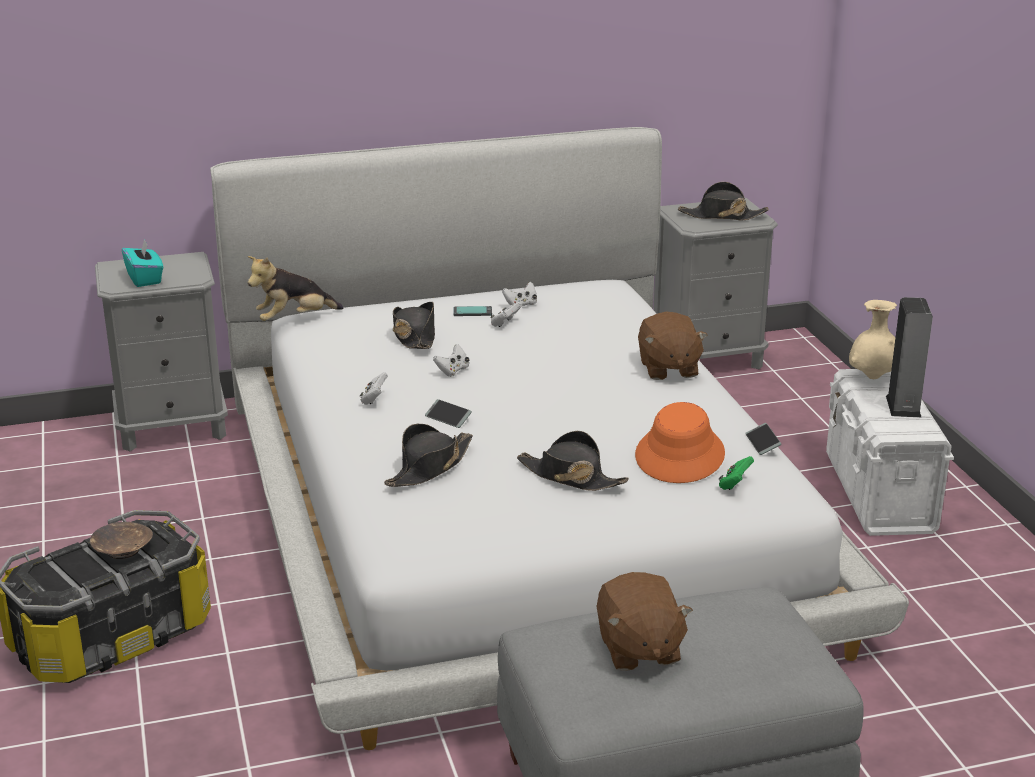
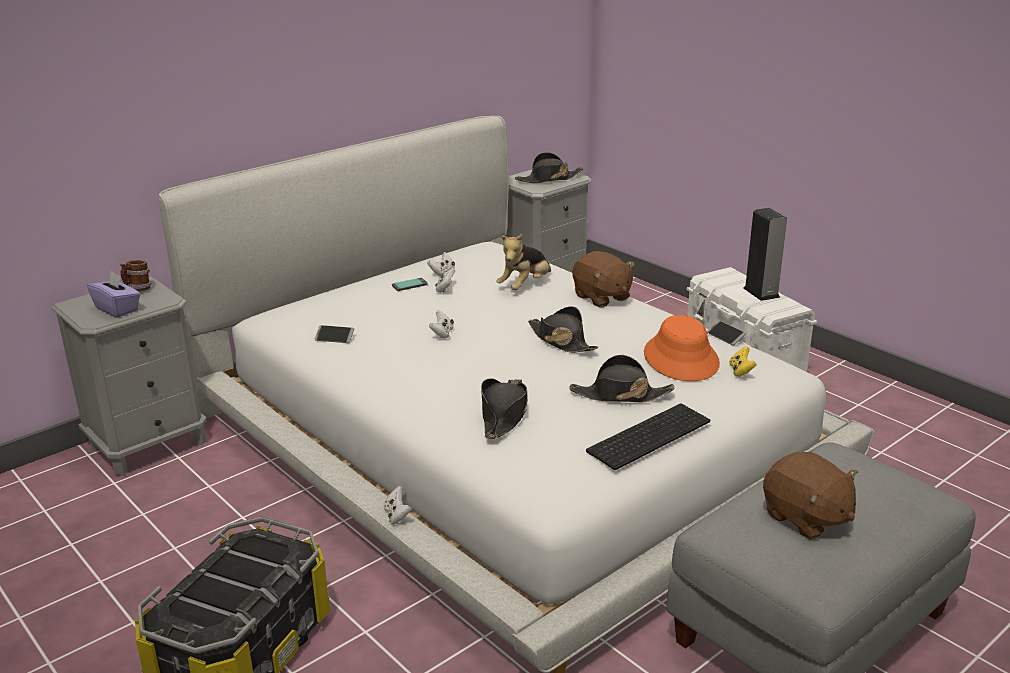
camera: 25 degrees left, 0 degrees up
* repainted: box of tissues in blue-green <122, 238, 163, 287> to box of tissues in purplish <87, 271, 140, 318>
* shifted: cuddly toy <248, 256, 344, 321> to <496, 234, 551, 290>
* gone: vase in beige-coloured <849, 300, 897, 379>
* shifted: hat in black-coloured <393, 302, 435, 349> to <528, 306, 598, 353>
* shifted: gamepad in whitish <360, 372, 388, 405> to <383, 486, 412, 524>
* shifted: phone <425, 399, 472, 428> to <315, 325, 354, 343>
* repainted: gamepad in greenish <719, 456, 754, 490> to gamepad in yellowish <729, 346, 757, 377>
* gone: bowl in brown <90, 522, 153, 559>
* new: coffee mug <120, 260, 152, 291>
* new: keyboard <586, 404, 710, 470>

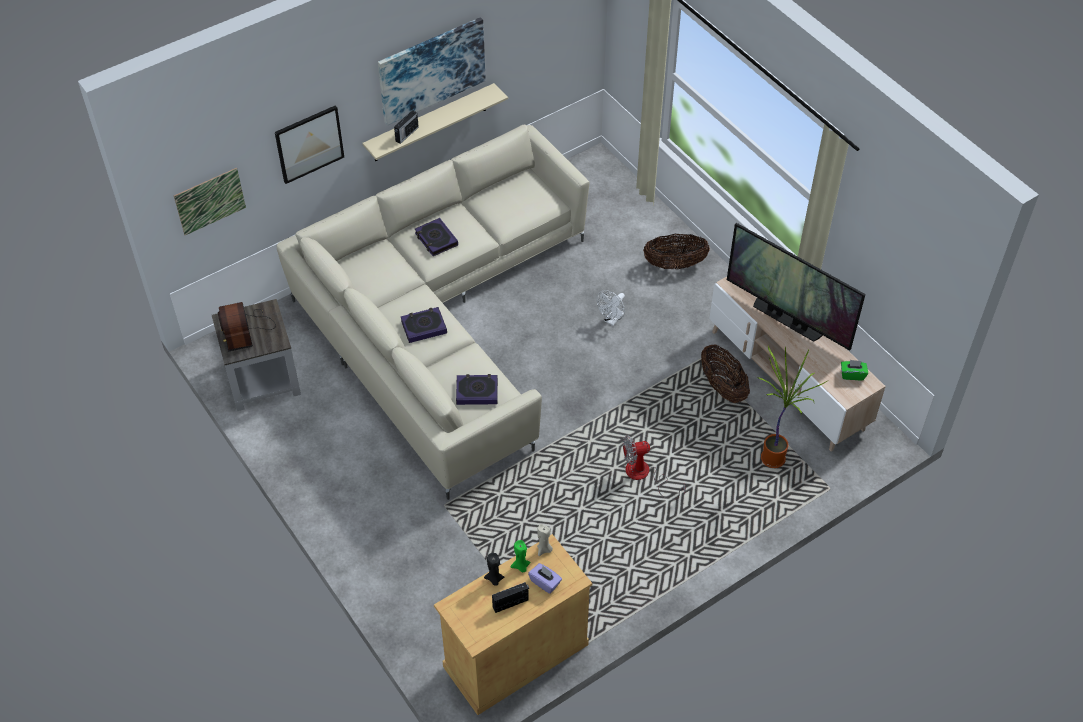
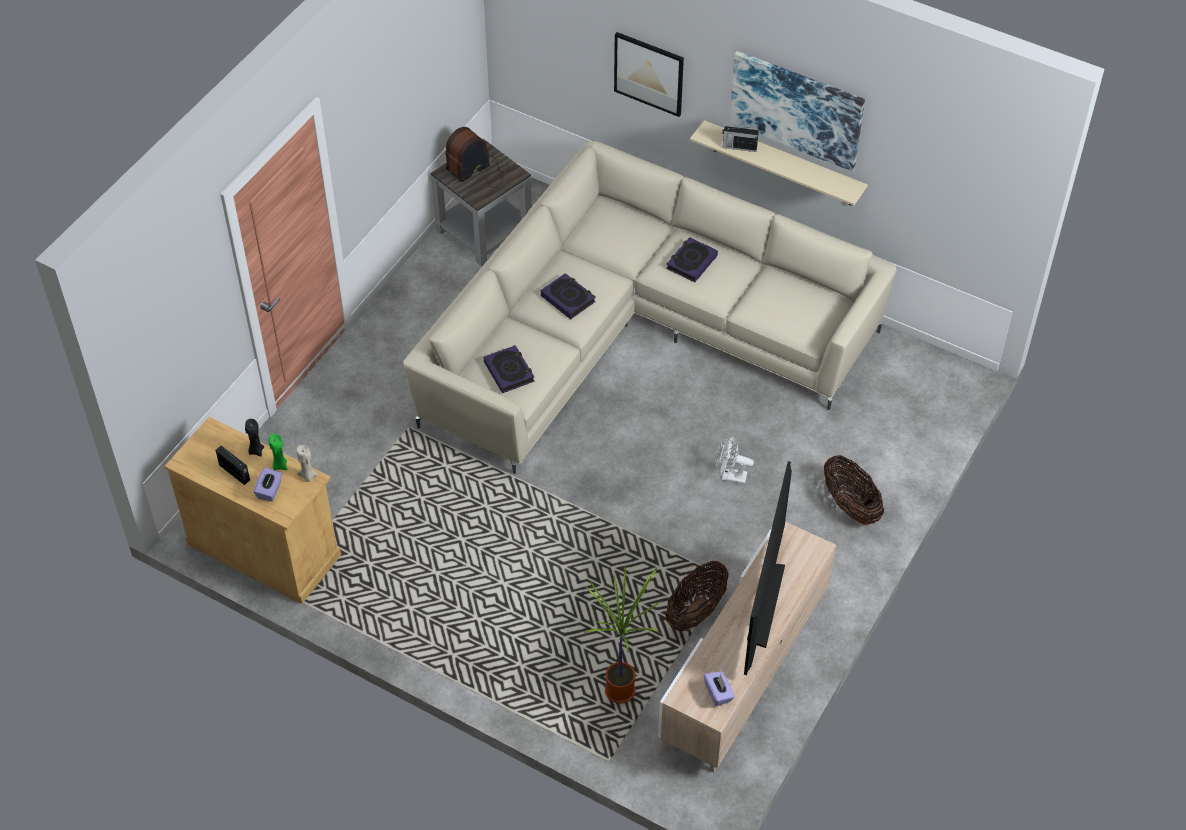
camera: 65 degrees right, 0 degrees up
* gone: wall art <174, 168, 246, 235>
* repainted: box of tissues in greenish <841, 360, 868, 380> to box of tissues in purplish <704, 671, 735, 706>
* gone: electric fan <623, 435, 686, 500>

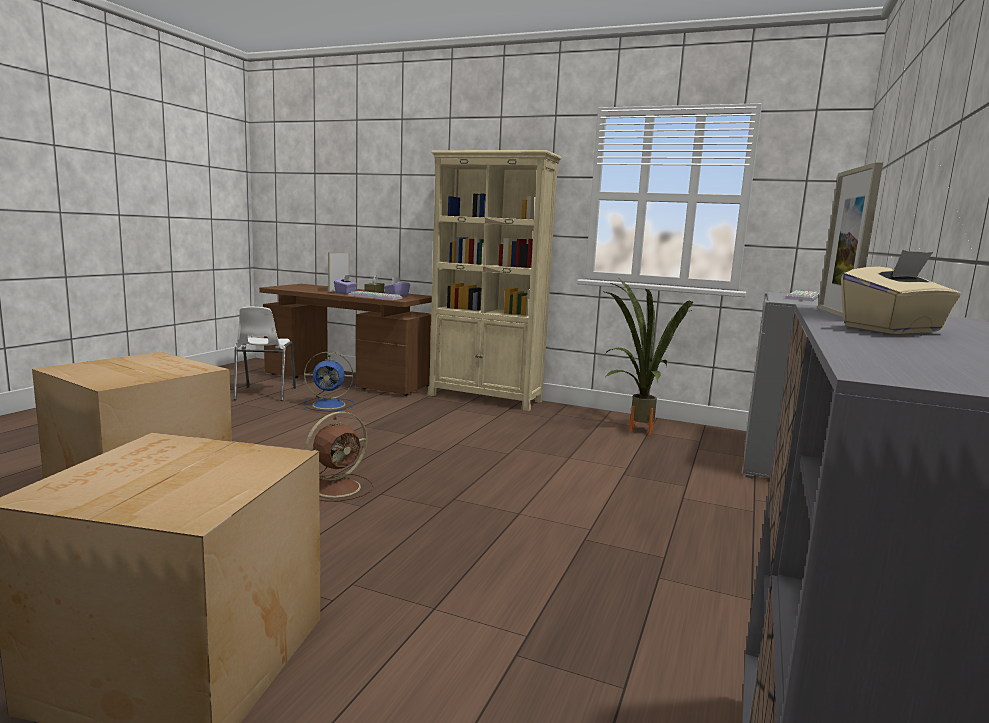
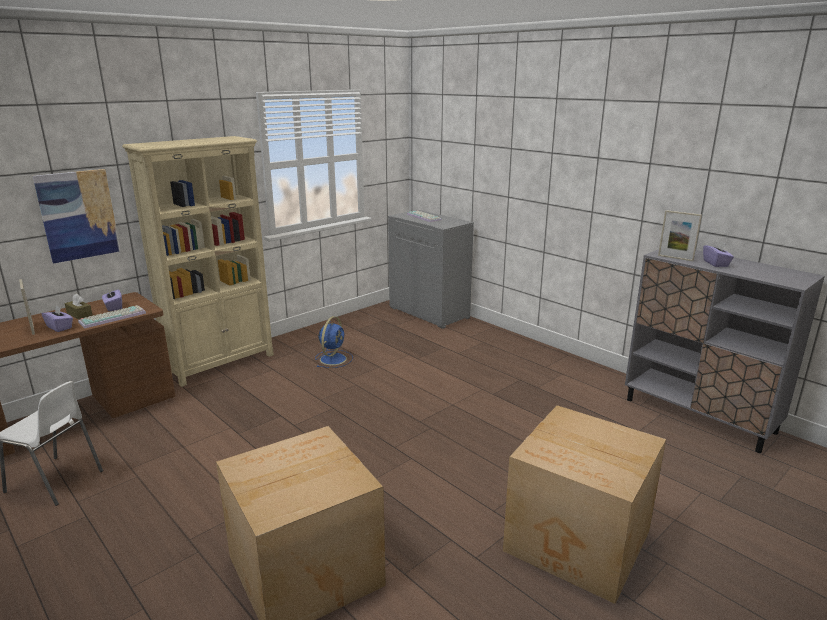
camera: 65 degrees left, 10 degrees up
* repainted: box of tissues in beige-coloured <841, 250, 961, 334> to box of tissues in purplish <703, 241, 734, 267>
* gone: houseplant <604, 279, 694, 435>
* shifted: electric fan in blue-coloured <304, 352, 354, 411> to <315, 316, 353, 368>
* gone: electric fan in brown <304, 412, 373, 502>
* new: wall art <33, 169, 121, 263>

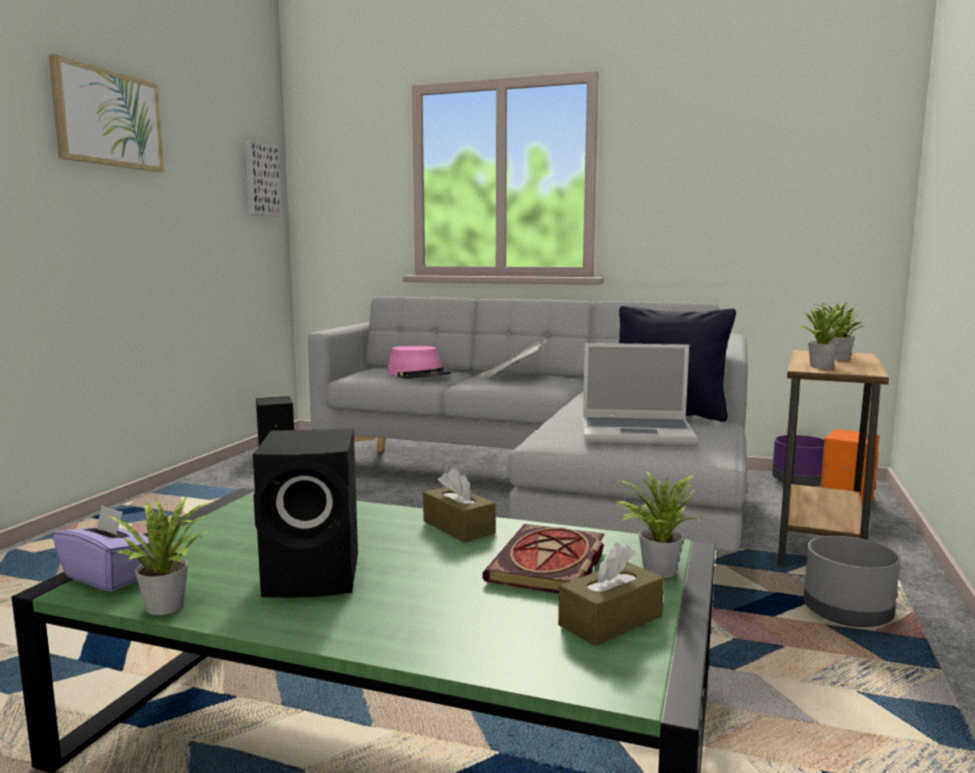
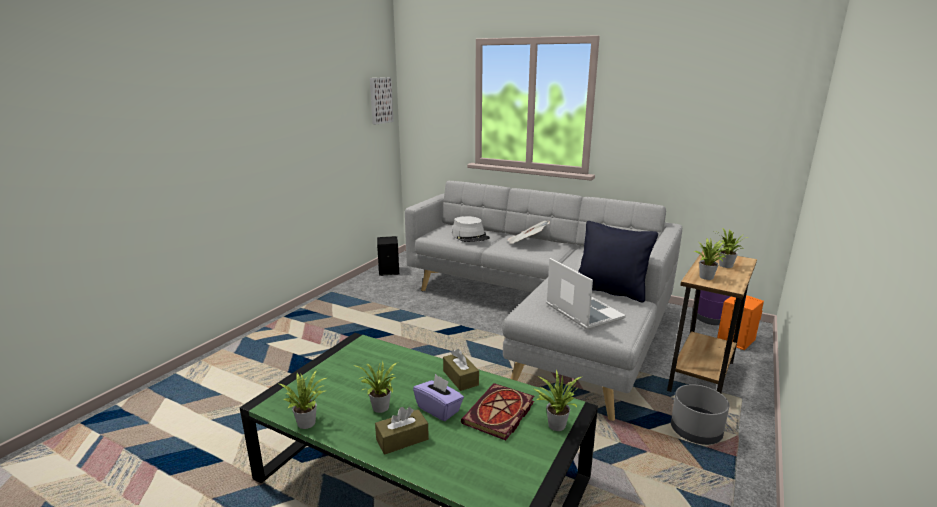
camera: 10 degrees right, 10 degrees up
* gone: wall art <49, 54, 164, 172>
* rotated: notebook computer <583, 343, 698, 445> = <546, 258, 626, 330> 135 degrees counterclockwise
* repainted: hat in pinkish <387, 345, 451, 379> to hat in grey <452, 216, 490, 242>
* swapped: speaker in black-coloured <253, 429, 358, 598> to houseplant <352, 361, 398, 413>
* shifted: box of tissues in purplish <53, 505, 151, 592> to <413, 374, 464, 421>
* shifted: box of tissues in brown <558, 543, 664, 646> to <375, 407, 429, 455>

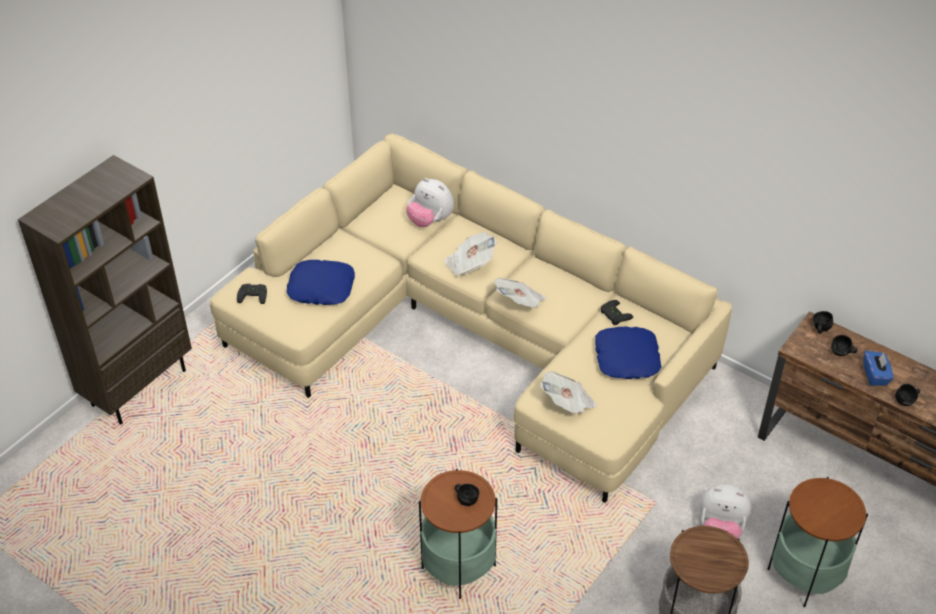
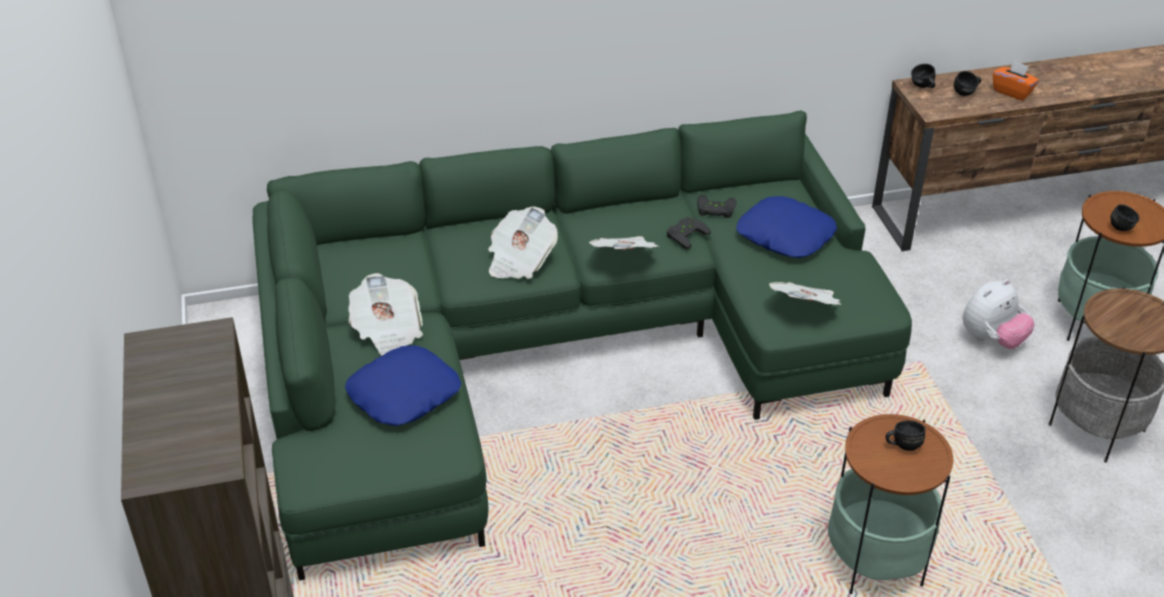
camera: 50 degrees left, 5 degrees down
* repainted: sofa in beige-coloured <210, 133, 732, 503> to sofa in greenish <252, 110, 912, 581>
* gone: cuddly toy <406, 178, 454, 227>
* shifted: gamepad in black-coloured <237, 284, 267, 304> to <667, 217, 711, 250>
* repainted: box of tissues in blue-coloured <863, 350, 894, 386> to box of tissues in orange-coloured <993, 60, 1039, 101>
* shifted: coffee mug in black-coloured <895, 384, 920, 406> to <1110, 205, 1140, 231>
* new: daily paper <348, 273, 423, 356>

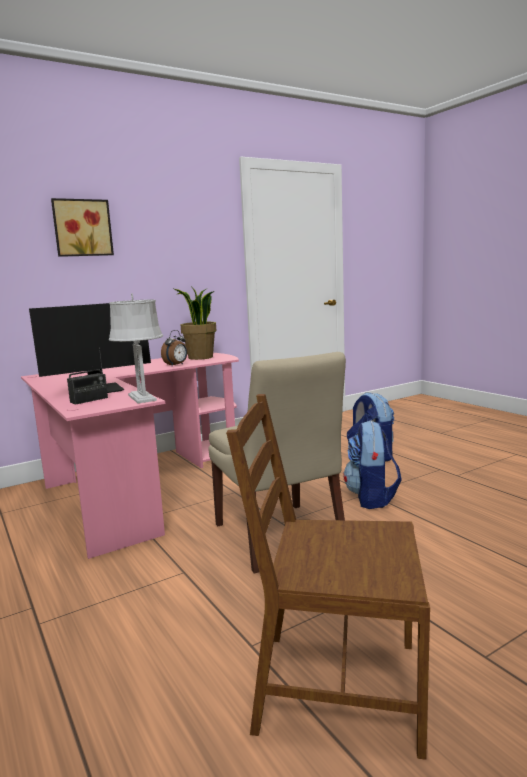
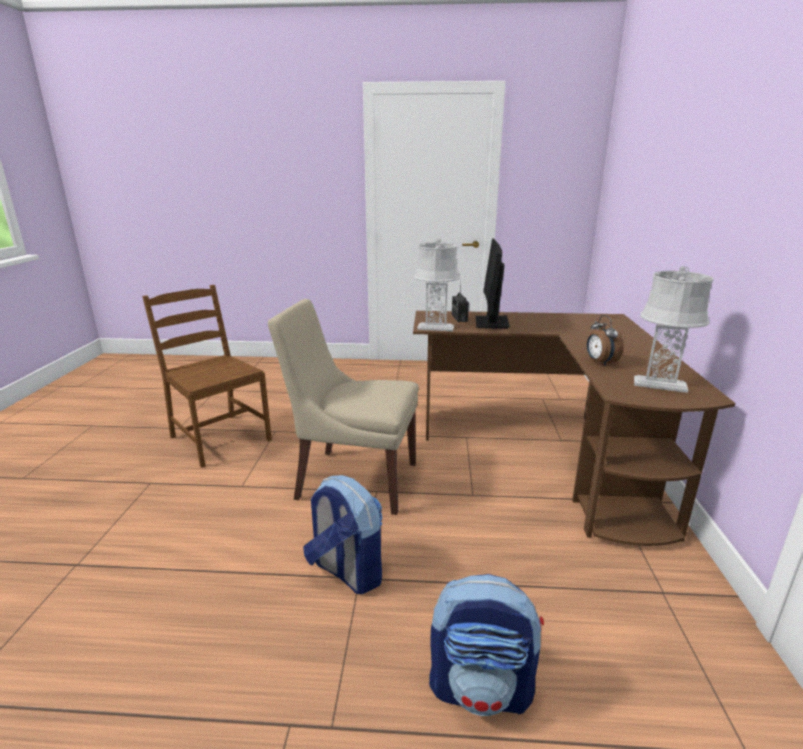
camera: 125 degrees right, 10 degrees up
* gone: wall art <51, 198, 114, 257>
* swapped: houseplant <174, 286, 216, 360> to lamp for a table in grey <634, 266, 713, 393>
* repainted: desk table in pinkish <21, 353, 239, 559> to desk table in brown <413, 311, 735, 546>
* rotated: plain chair in brown <226, 394, 430, 760> = <142, 285, 272, 468> 90 degrees counterclockwise

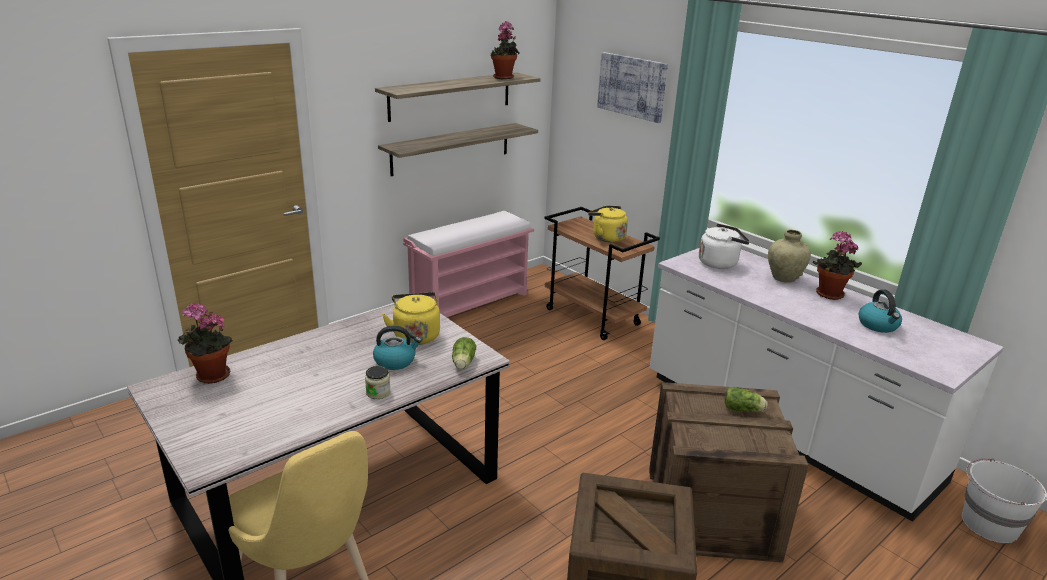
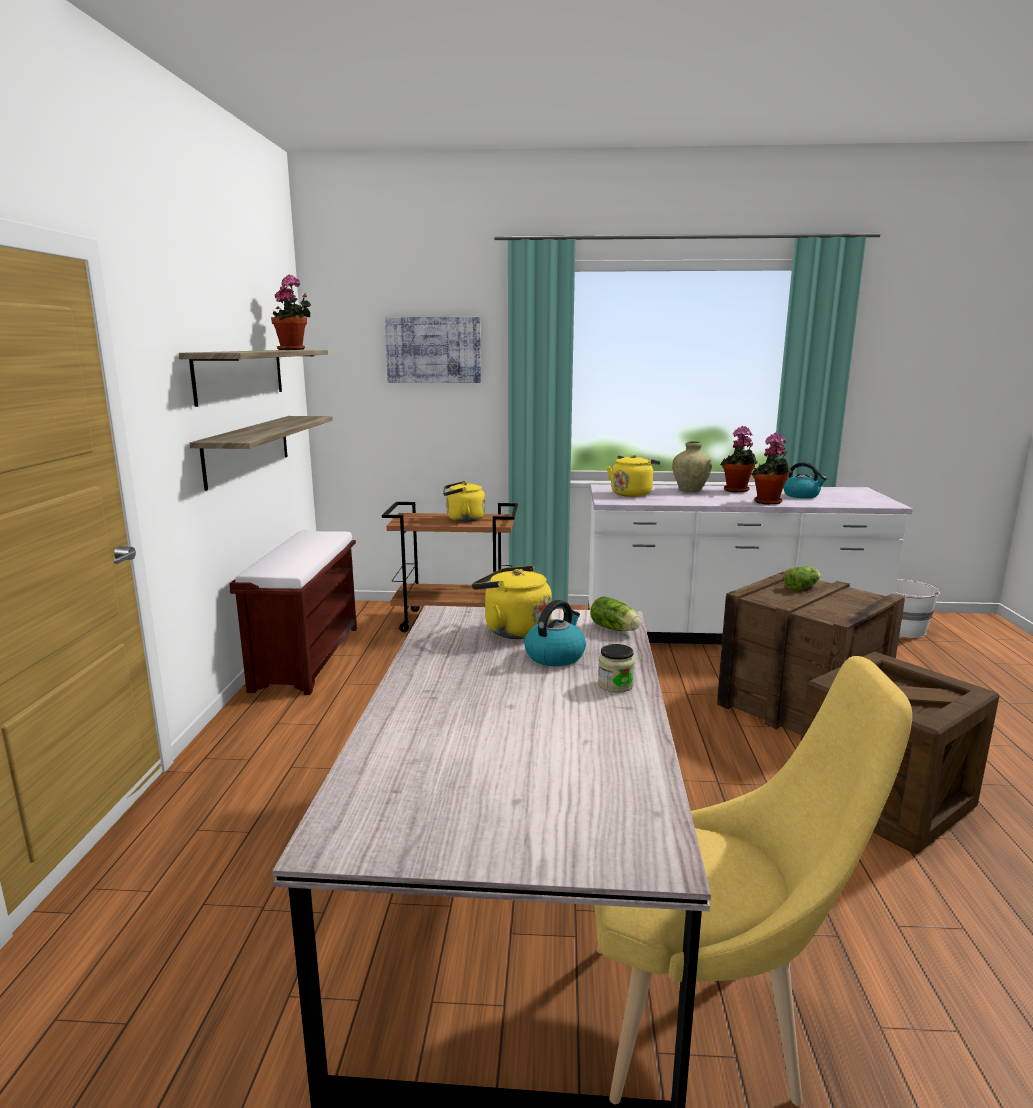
camera: 45 degrees left, 10 degrees down
* repainted: bench in pinkish <403, 211, 534, 317> to bench in brown <229, 531, 357, 695>
* repainted: tea kettle in whitish <699, 224, 750, 269> to tea kettle in yellowish <607, 454, 660, 497>
* shifted: houseplant <178, 303, 233, 384> to <751, 433, 792, 505>

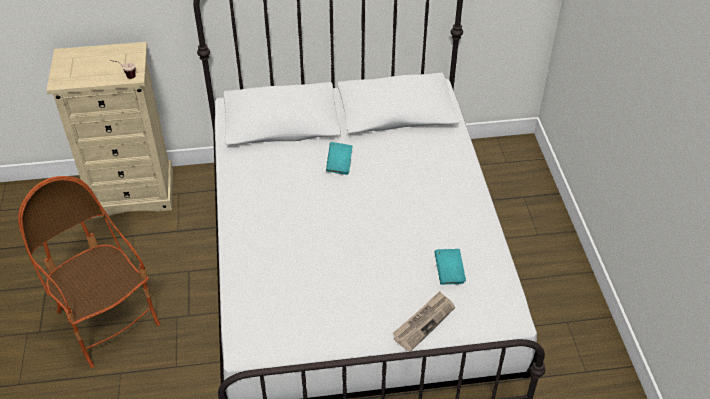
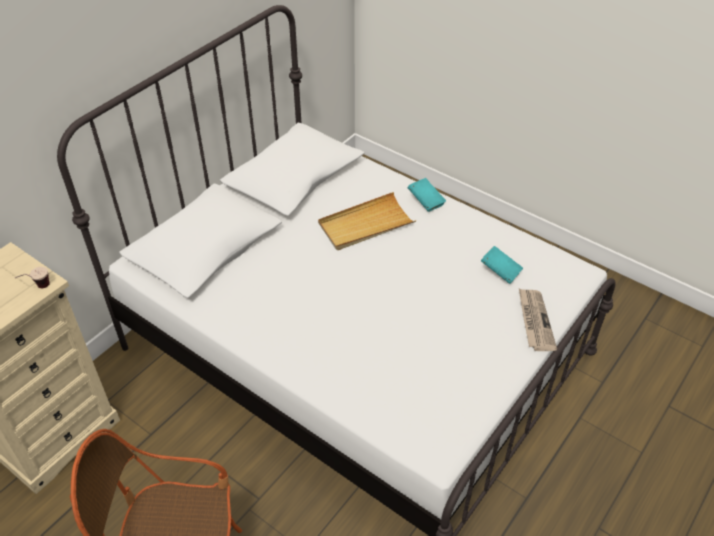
camera: 45 degrees left, 0 degrees up
* shifted: book in blue-green <326, 142, 353, 175> to <408, 178, 446, 212>
* new: tray in beige-coloured <318, 192, 416, 250>

